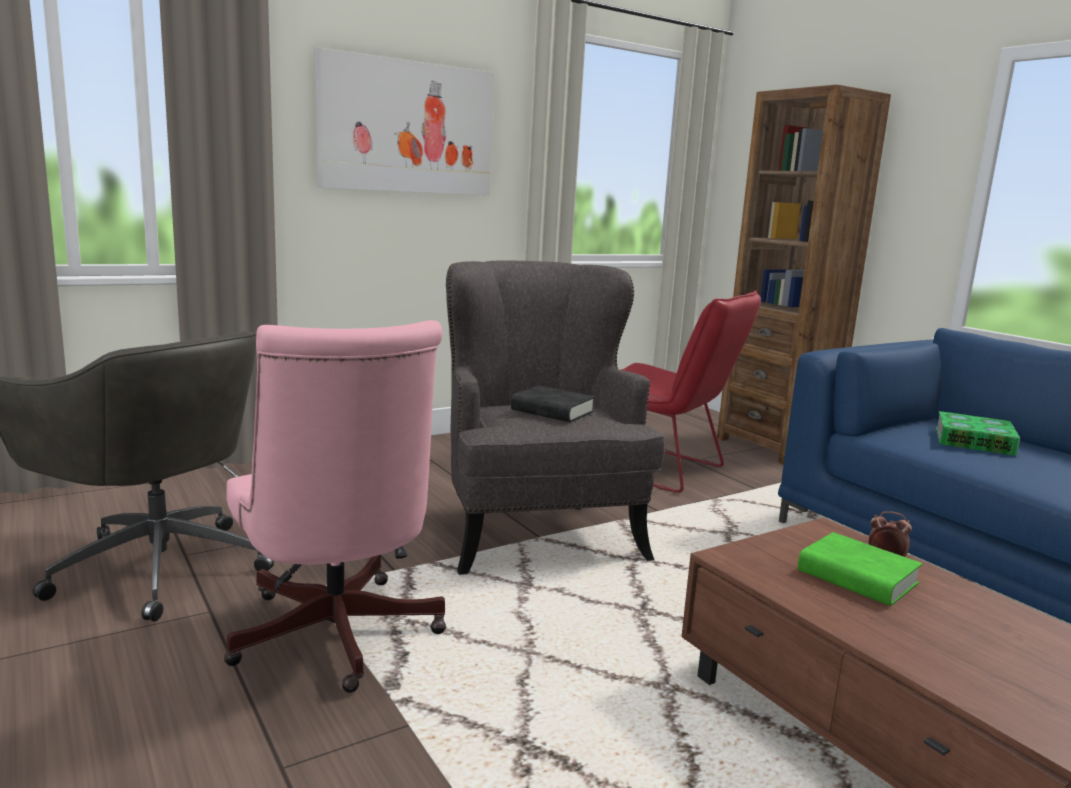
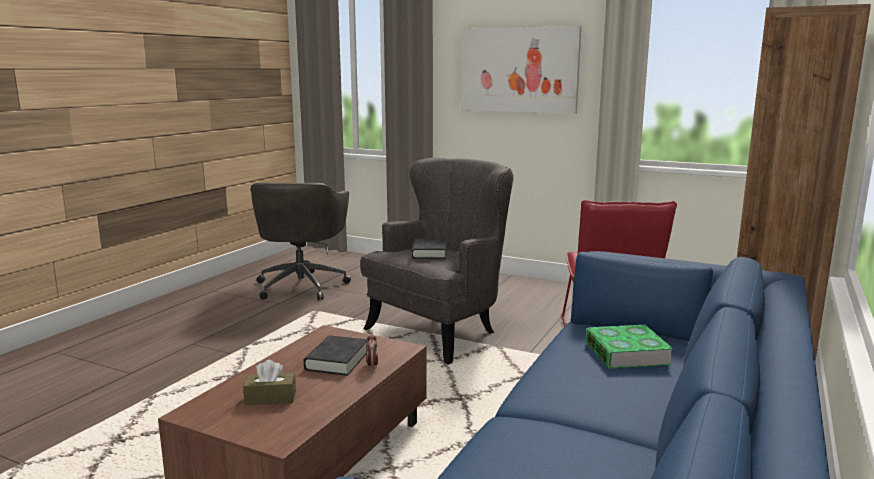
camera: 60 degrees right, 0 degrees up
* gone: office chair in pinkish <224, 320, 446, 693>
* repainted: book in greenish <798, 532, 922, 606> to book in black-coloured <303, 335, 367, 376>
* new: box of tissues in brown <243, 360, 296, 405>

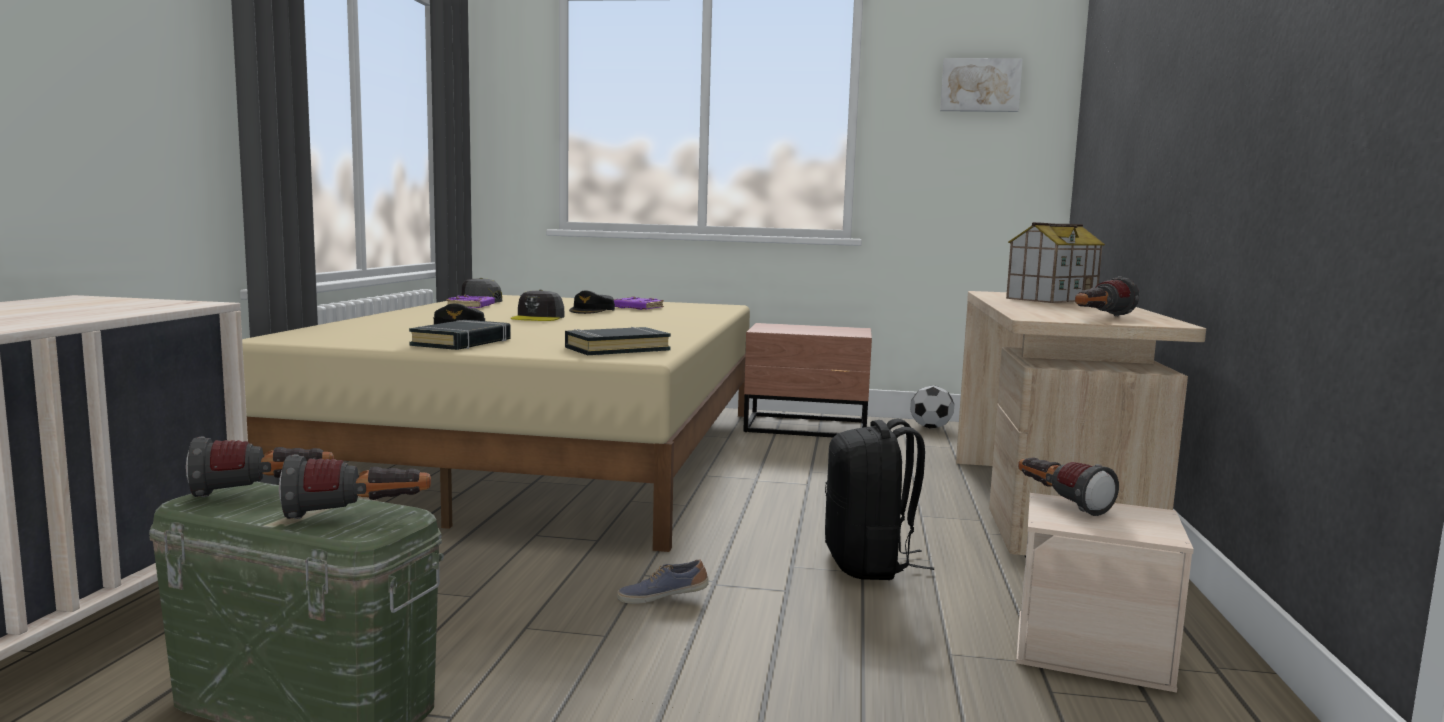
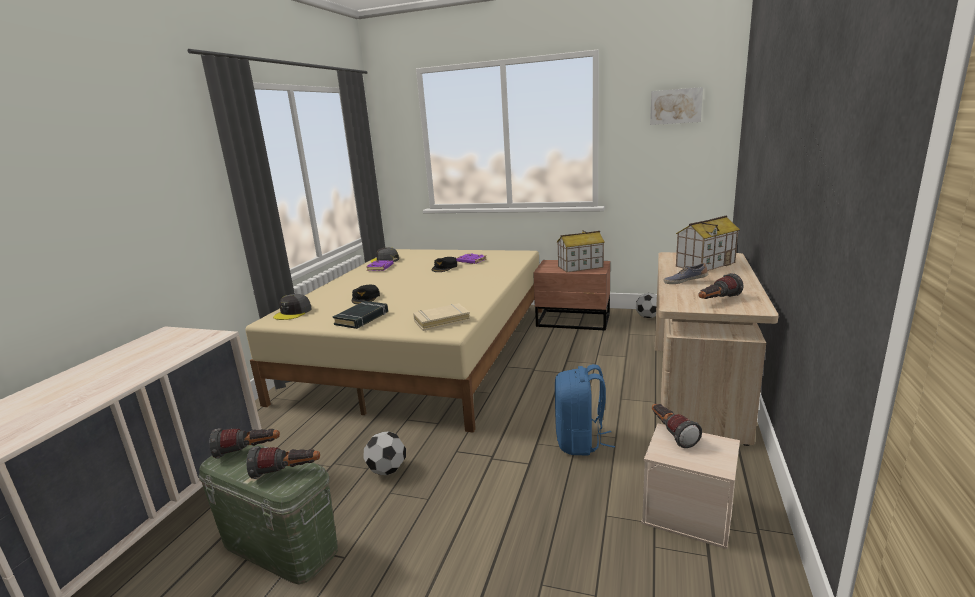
camera: 10 degrees right, 10 degrees up
* shifted: cap in grey <510, 290, 565, 321> to <273, 294, 312, 320>
* repainted: book in black-coloured <565, 327, 671, 355> to book in beige-coloured <413, 303, 470, 331>
* repainted: rucksack in black-coloured <825, 418, 934, 580> to rucksack in blue-coloured <555, 364, 615, 456>
* shifted: item of footwear <617, 560, 709, 604> to <663, 263, 708, 284>
* new: model house <557, 231, 605, 272>
* new: football ball <363, 432, 406, 475>

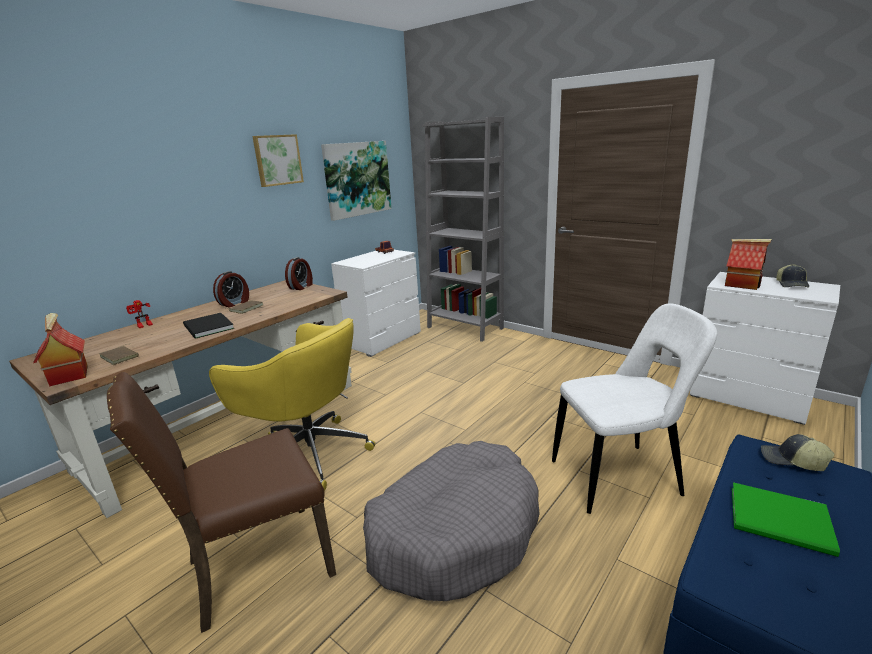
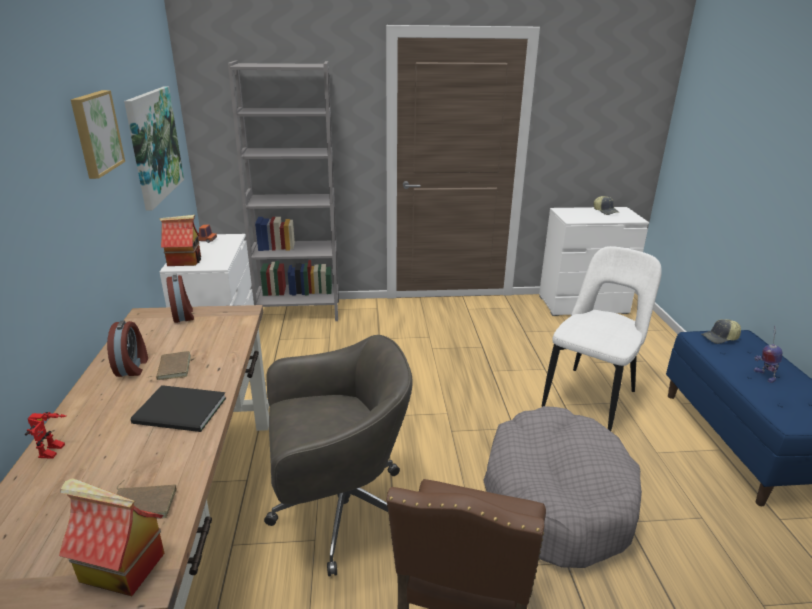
camera: 45 degrees left, 5 degrees up
* shifted: model house <725, 239, 772, 290> to <159, 215, 201, 266>
* repainted: office chair in yellowish <209, 318, 375, 491> to office chair in grey <264, 335, 413, 576>
* swapped: book in greenish <732, 482, 840, 557> to model robot <754, 325, 783, 383>

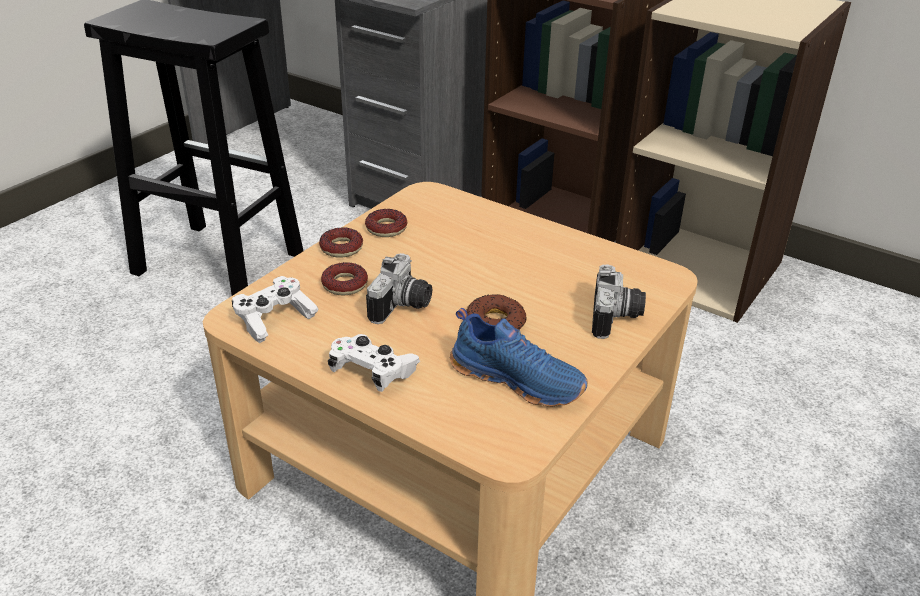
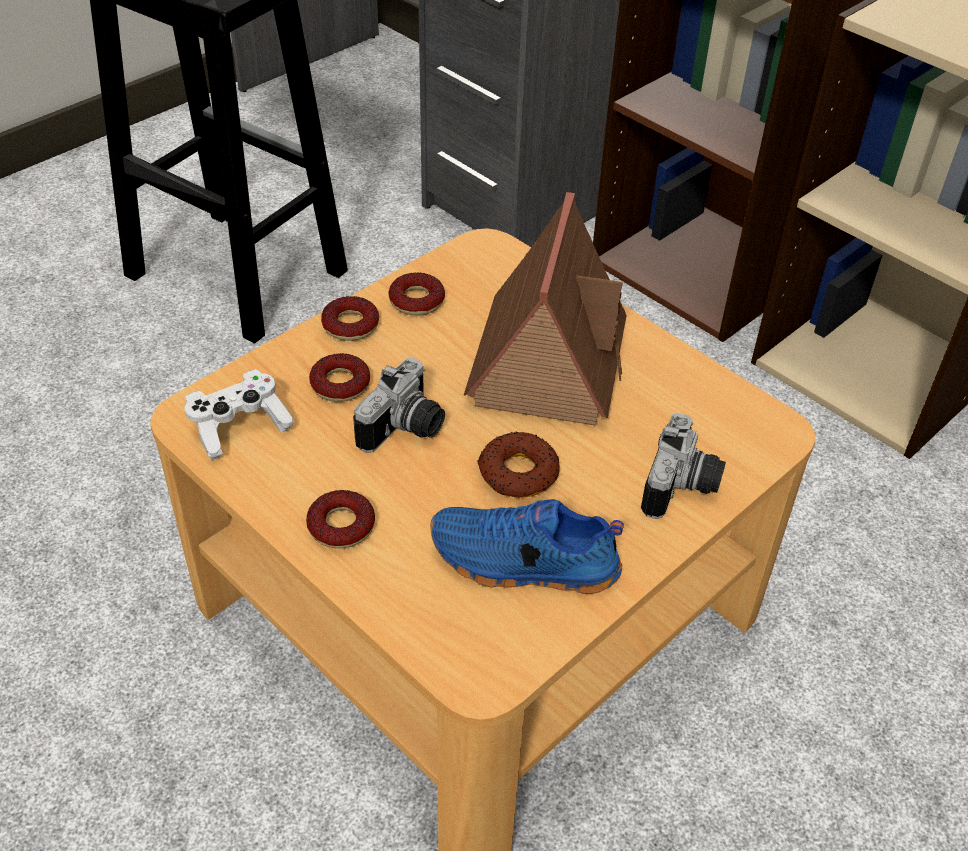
camera: 10 degrees right, 10 degrees up
* rotated: item of footwear in blue-coloured <450, 308, 588, 407> = <430, 499, 624, 594> 150 degrees clockwise
* swapped: gamepad in whitish <328, 334, 420, 392> to doughnut <306, 490, 375, 549>
* new: model house <464, 192, 627, 426>

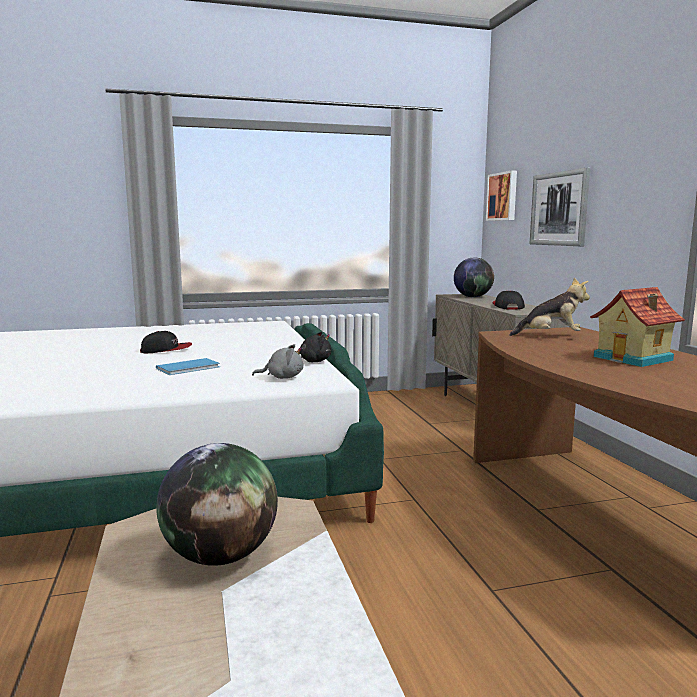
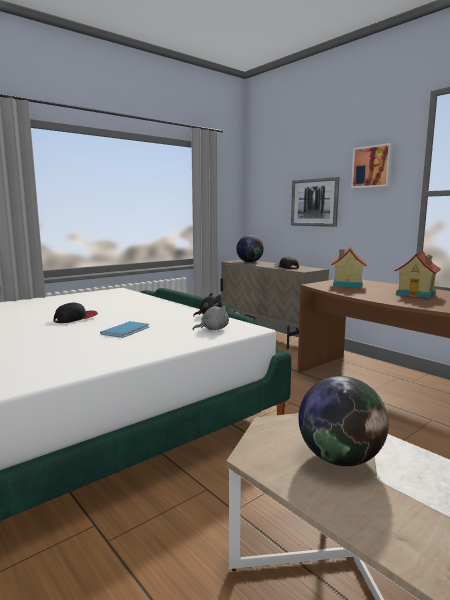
camera: 25 degrees left, 0 degrees up
* shifted: wall art <486, 171, 517, 221> to <351, 143, 393, 188>
* swapped: cuddly toy <509, 278, 590, 336> to model house <331, 247, 367, 287>

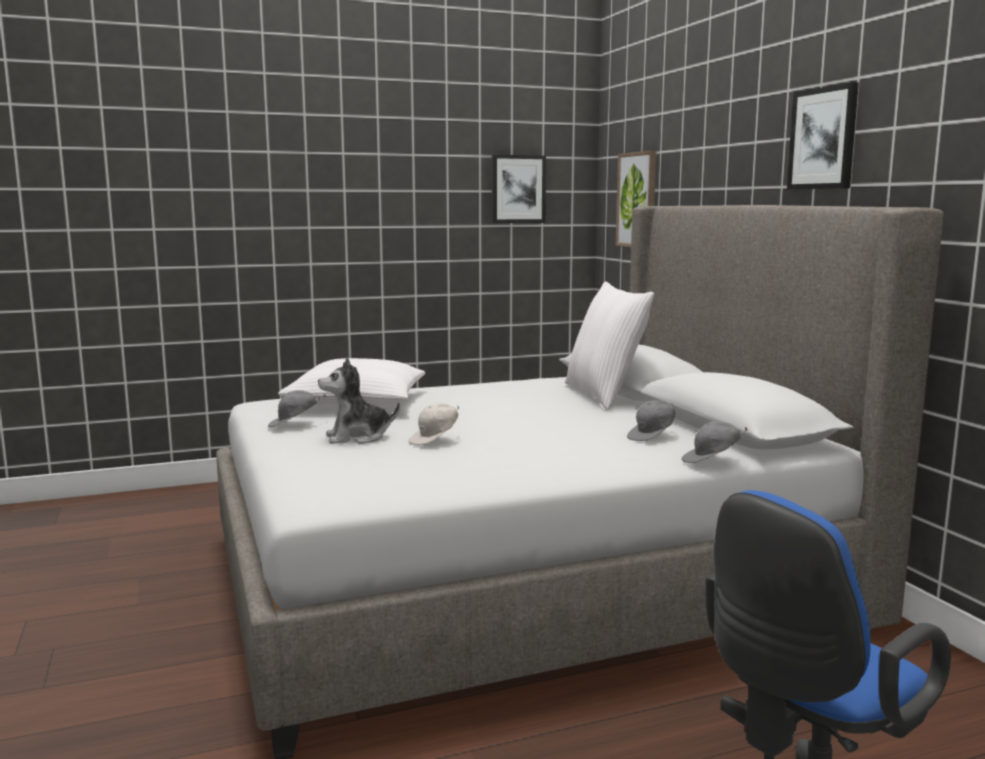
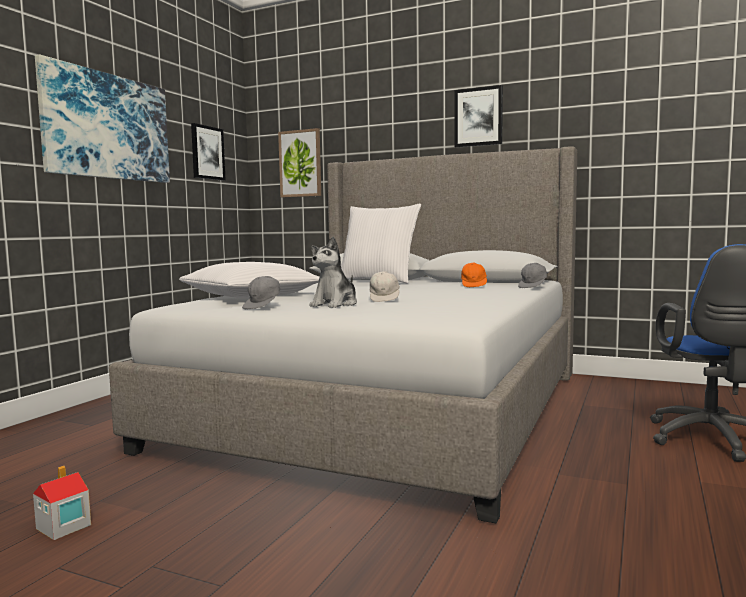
camera: 45 degrees left, 5 degrees down
* repainted: cap in grey <627, 400, 675, 441> to cap in orange-coloured <461, 262, 487, 287>
* new: wall art <35, 54, 170, 183>
* new: model house <33, 466, 91, 540>

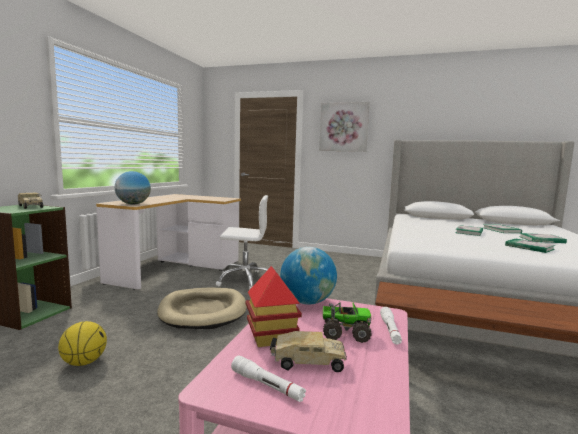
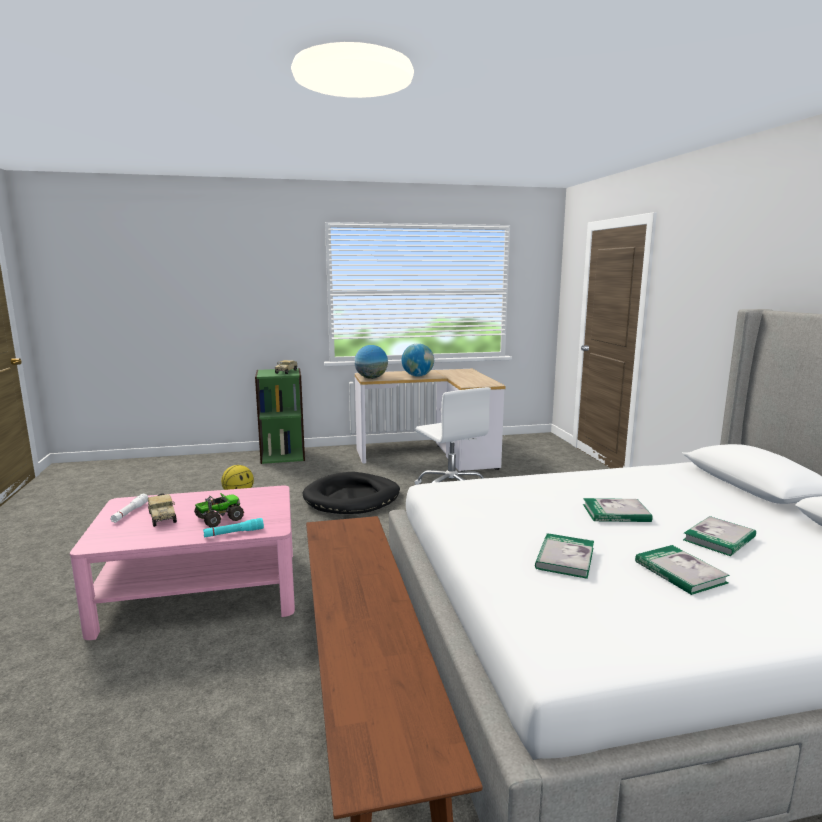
camera: 60 degrees right, 5 degrees up
* gone: wall art <319, 102, 370, 152>
* shifted: globe <280, 247, 337, 305> to <402, 343, 434, 377>
* gone: model house <246, 266, 302, 347>
* repainted: pet bed in beige-coloured <157, 288, 247, 329> to pet bed in black-coloured <303, 472, 400, 514>
* rotated: model truck <323, 302, 372, 343> = <194, 493, 244, 527> 105 degrees counterclockwise
* repainted: torch in whitish <380, 307, 402, 345> to torch in blue-green <203, 518, 264, 538>

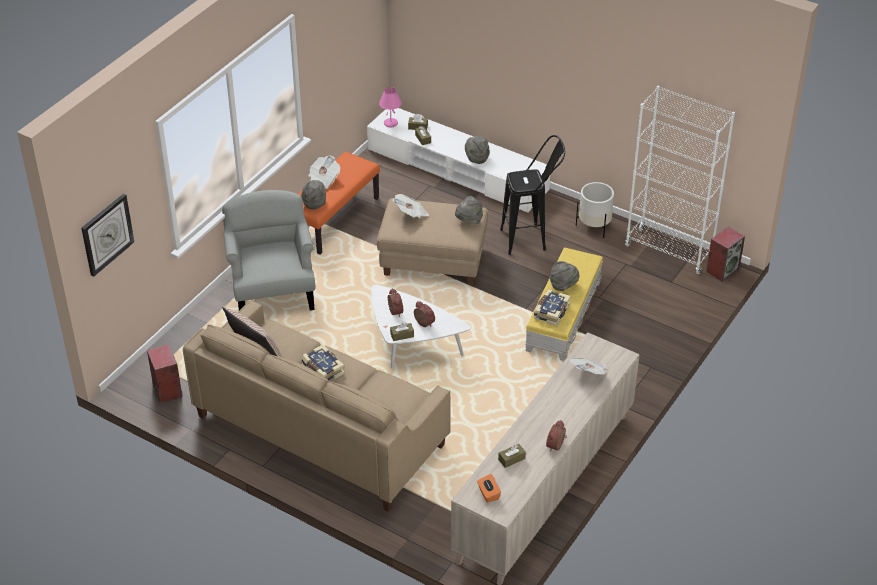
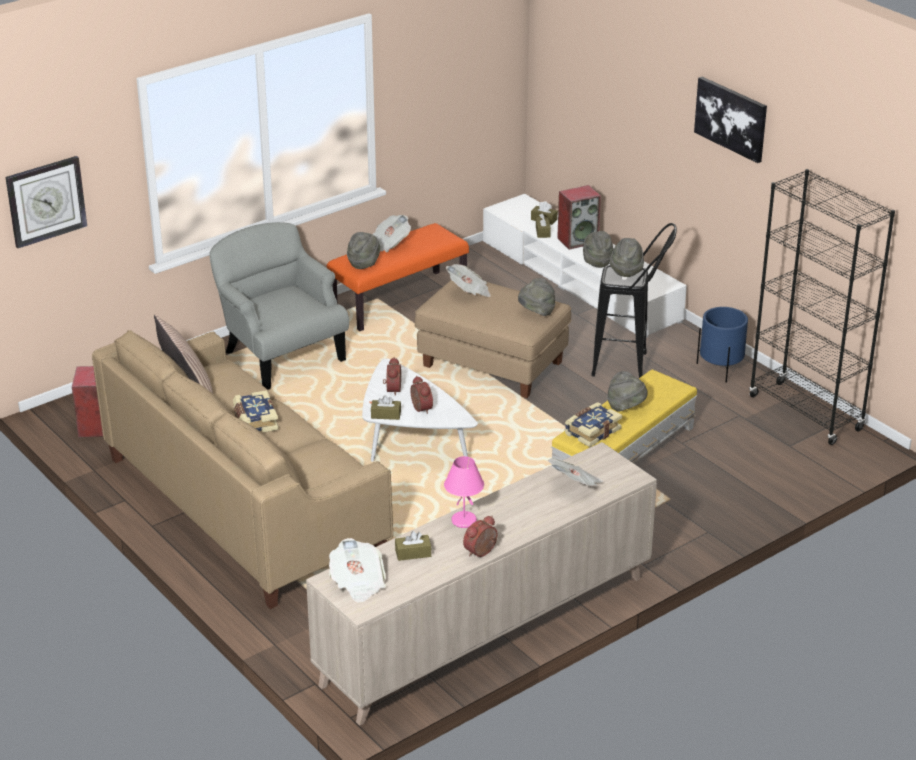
camera: 20 degrees right, 10 degrees down
* repainted: bookcase in whitish <625, 86, 735, 274> to bookcase in black-coloured <749, 169, 895, 445>
* shifted: lamp for a table in pinkish <379, 87, 402, 127> to <444, 456, 484, 528>
* repainted: plant pot in whitish <576, 182, 614, 238> to plant pot in blue-coloured <697, 307, 748, 383>
* rotated: lounge chair in grey <222, 190, 315, 310> = <209, 222, 349, 390> 45 degrees counterclockwise
* shifted: speaker <706, 227, 745, 282> to <557, 185, 601, 250>
* swapped: box of tissues in orange-coloured <477, 474, 501, 503> to daily paper <329, 538, 386, 603>
* new: wall art <694, 77, 767, 163>
* new: hat in grey <610, 238, 644, 277>

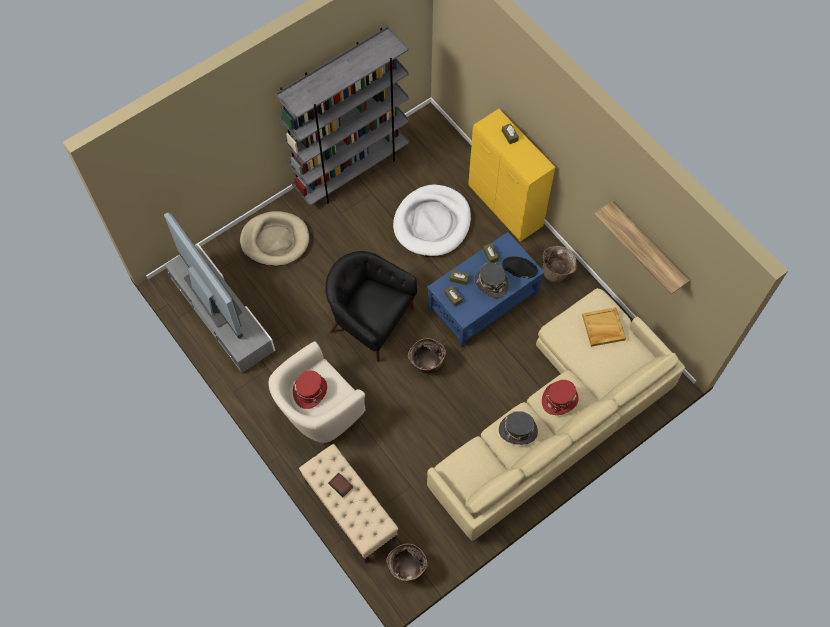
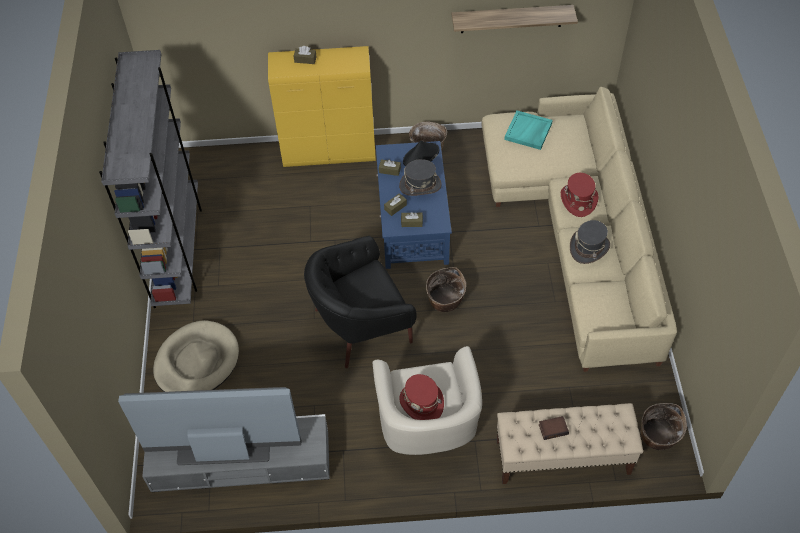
camera: 55 degrees left, 10 degrees down
* gone: pet bed in whitish <393, 184, 471, 256>
* repainted: tray in beige-coloured <582, 307, 626, 347> to tray in blue-green <504, 111, 553, 150>

